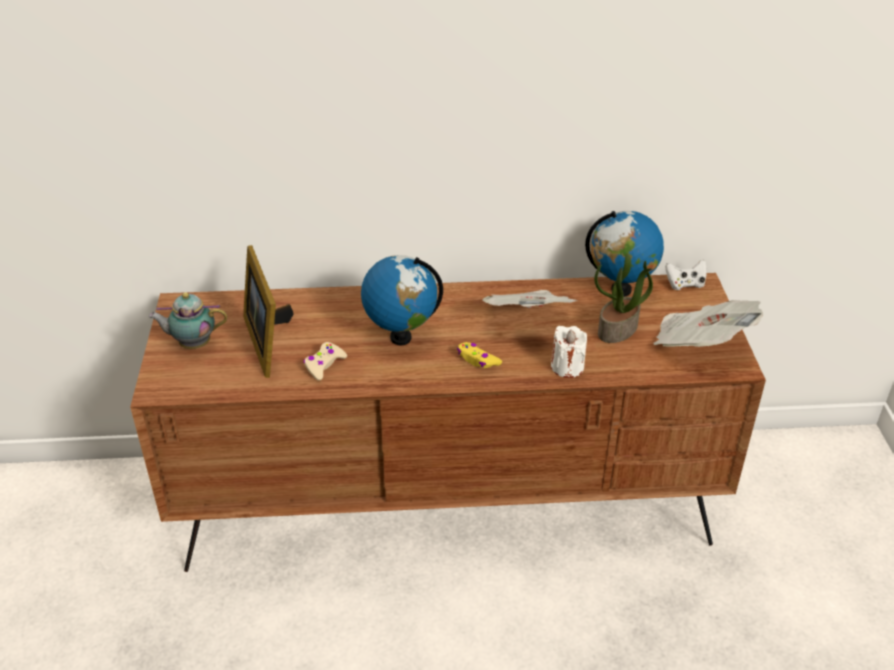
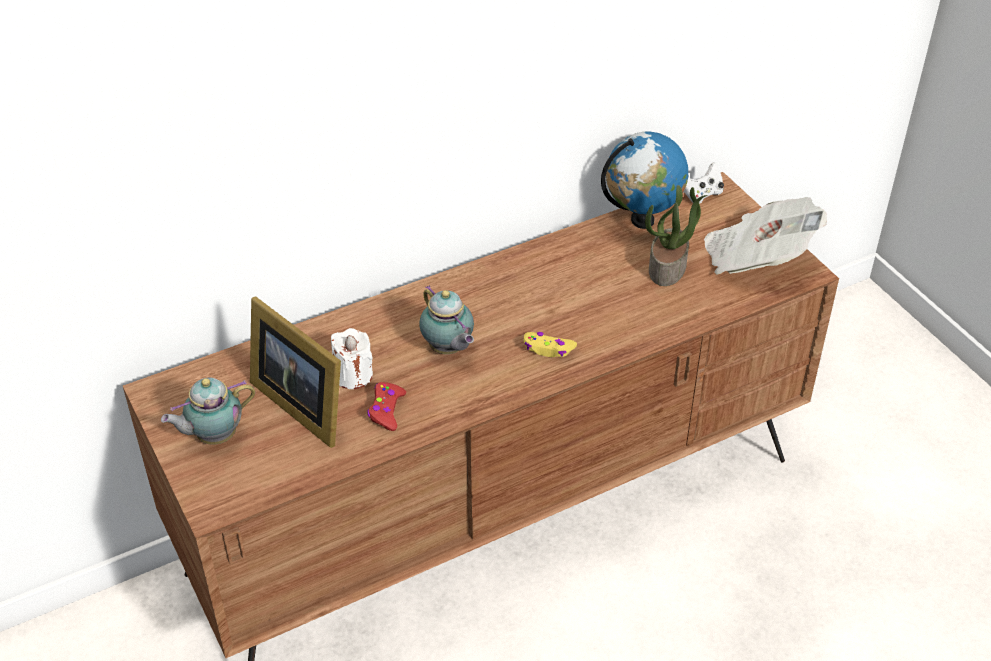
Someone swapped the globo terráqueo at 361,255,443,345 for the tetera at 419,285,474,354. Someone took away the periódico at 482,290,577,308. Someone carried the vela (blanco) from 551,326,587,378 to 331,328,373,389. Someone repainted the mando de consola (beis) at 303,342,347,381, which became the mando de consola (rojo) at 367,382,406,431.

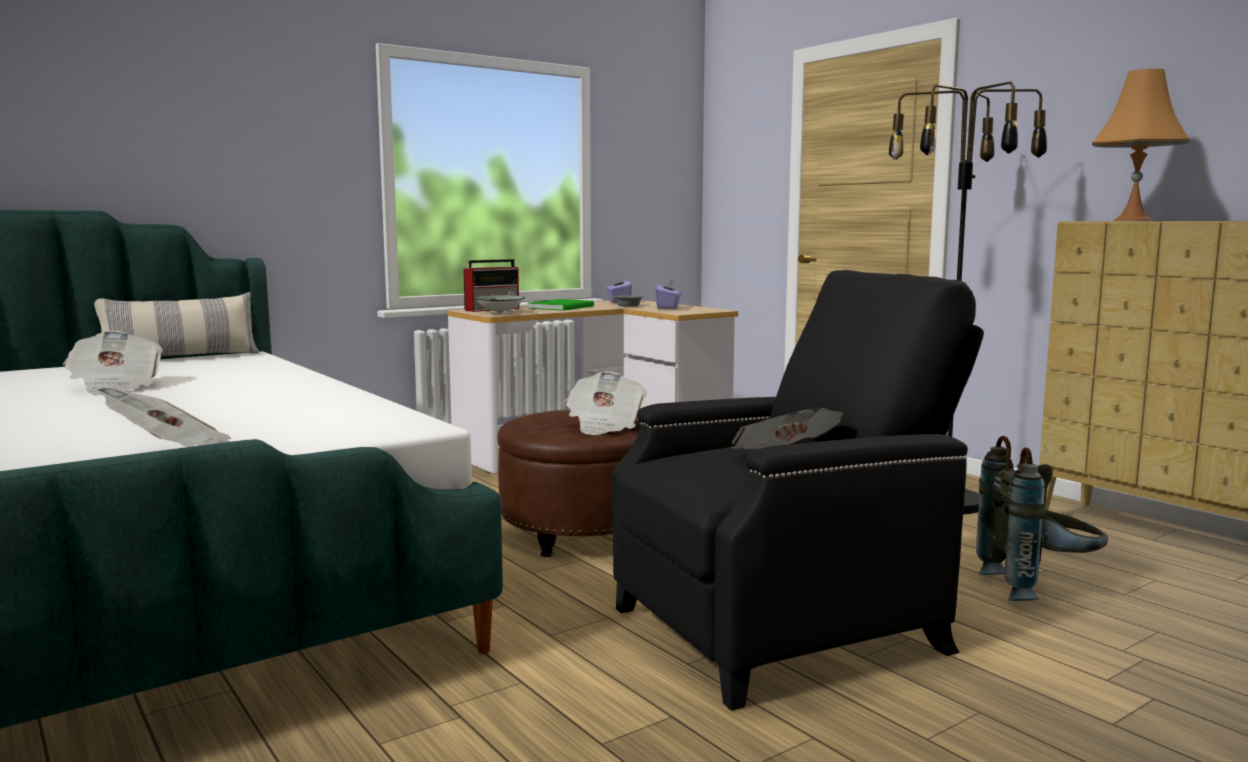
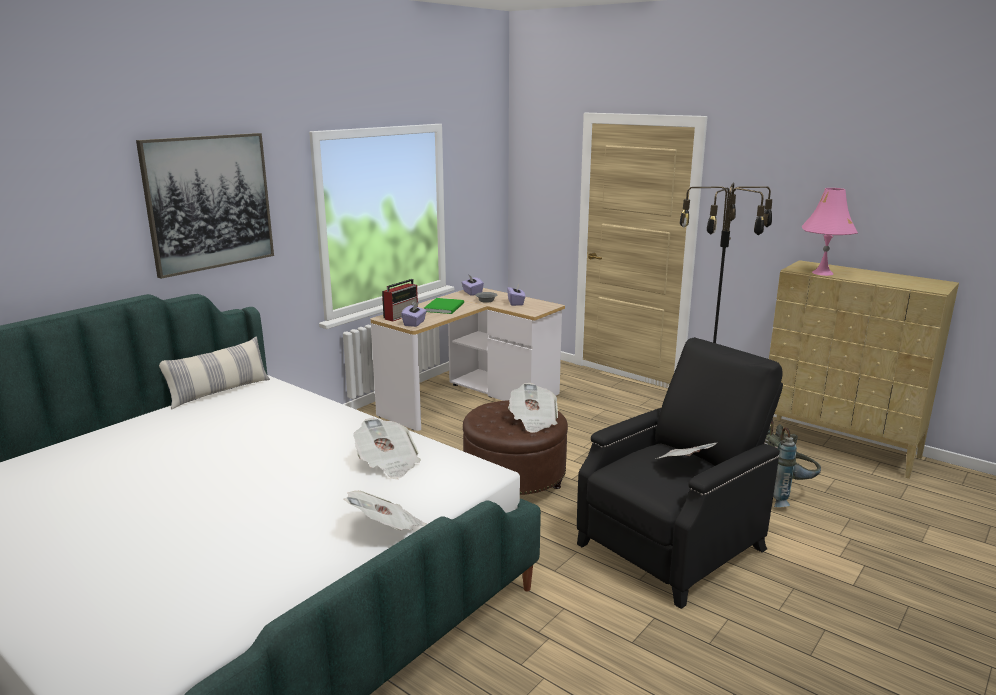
Someone repainted the lámpara de mesa (naranja) at 1092,69,1190,221, which became the lámpara de mesa (rosa) at 802,188,858,276. Someone swapped the cuenco at 474,295,525,314 for the caja de pañuelos (morado) at 401,302,427,327. Someone carried the periódico from 63,331,163,395 to 353,418,421,479. Someone put up the cuadro at 136,133,274,279.

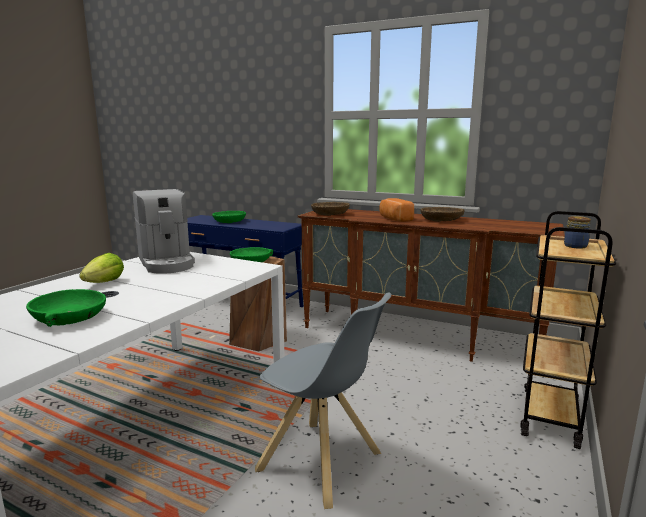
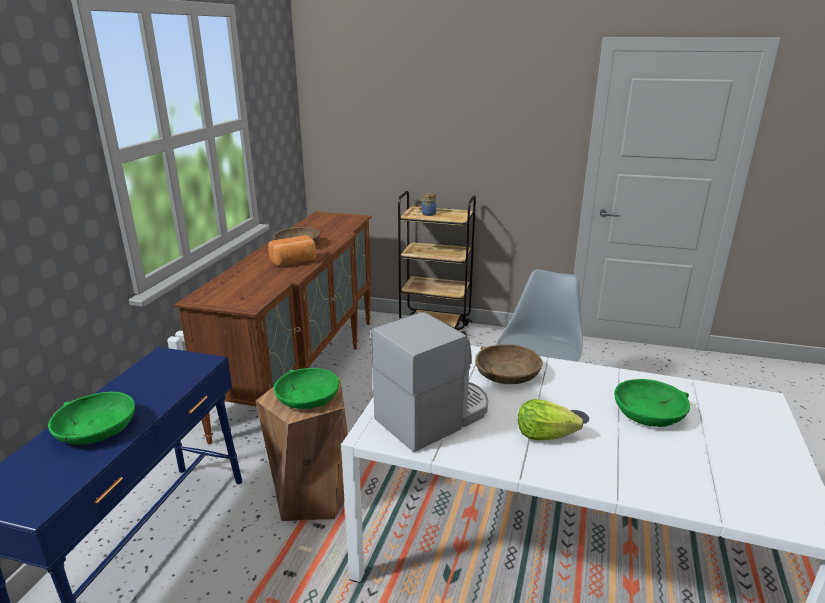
Someone carried the cuenco (marrón) from 311,202,350,216 to 475,344,543,384.

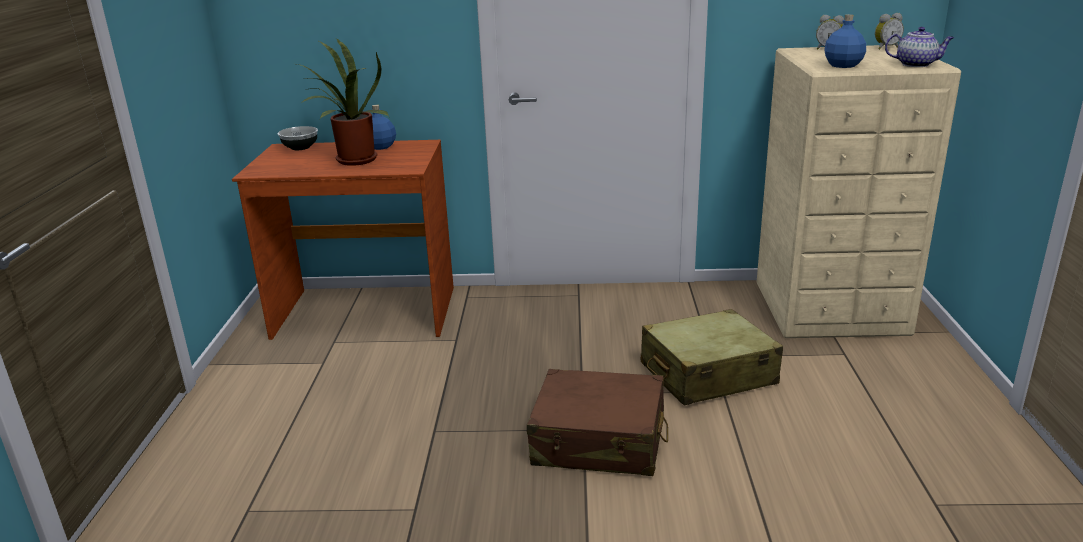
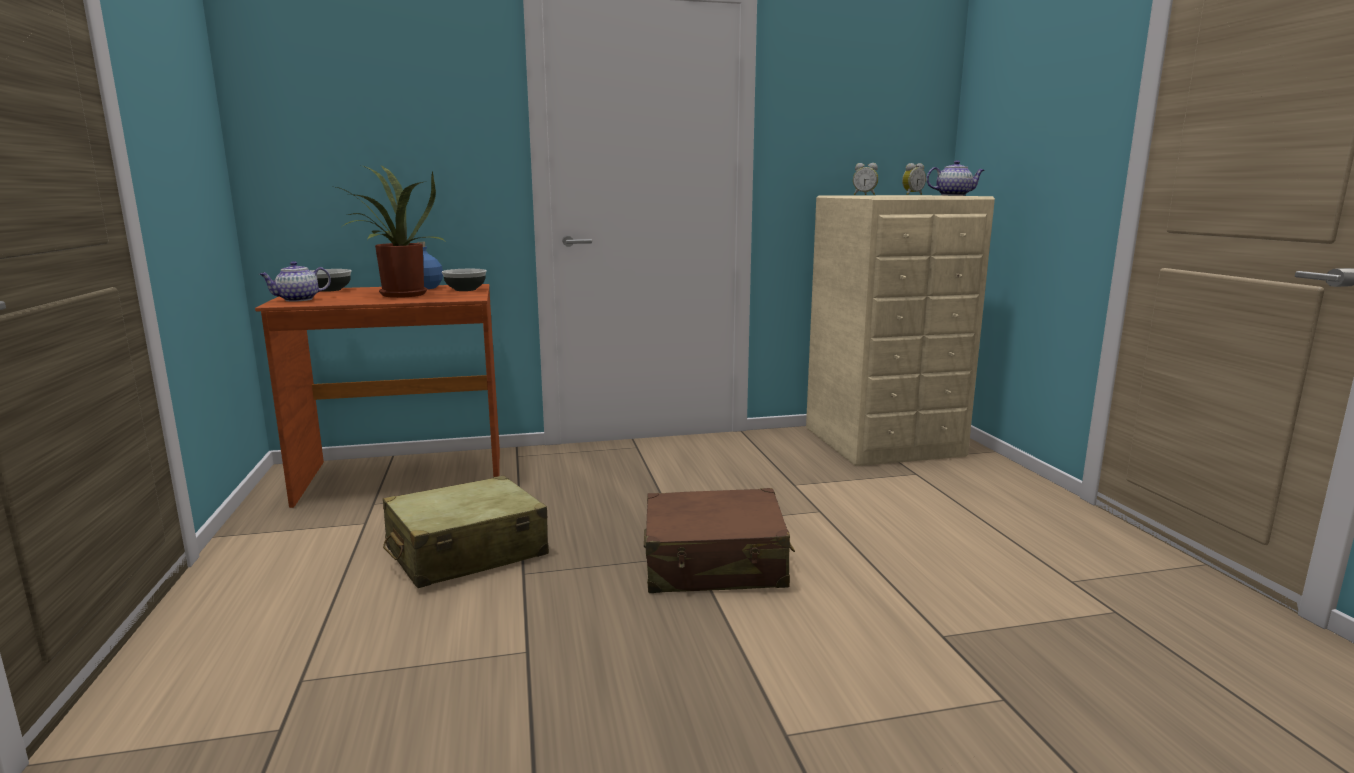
Someone took away the botella (azul) at 824,14,866,68. Someone carried the maleta (beis) from 641,309,783,406 to 383,475,549,588. Someone put down the tetera at 259,261,331,302. Someone put down the cuenco at 442,269,487,291.

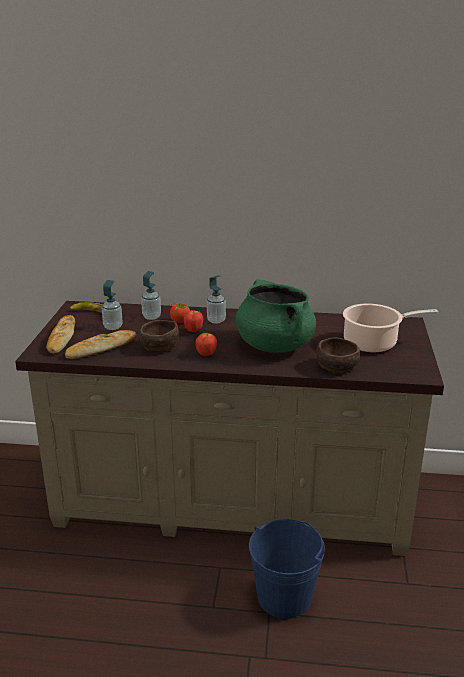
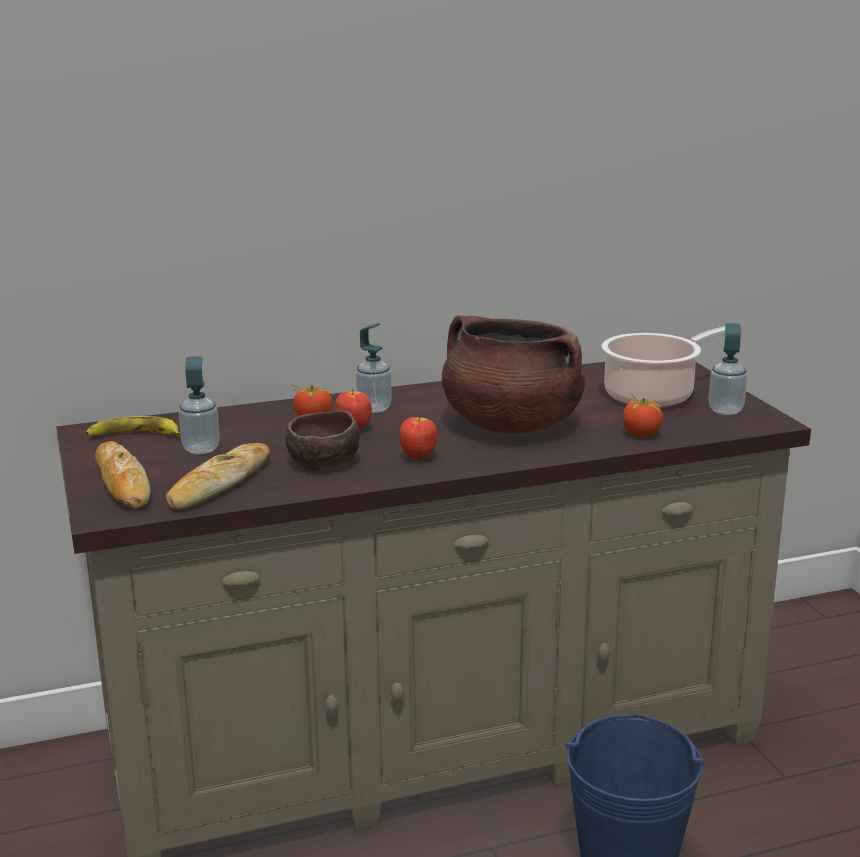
Someone carried the dispensador de jabón from 141,271,161,320 to 709,323,747,415. Someone repainted the olla (verde) at 235,279,316,353, which became the olla (marrón) at 442,315,585,434. Someone swapped the cuenco (marrón) at 317,337,360,374 for the tomate at 621,393,664,437.

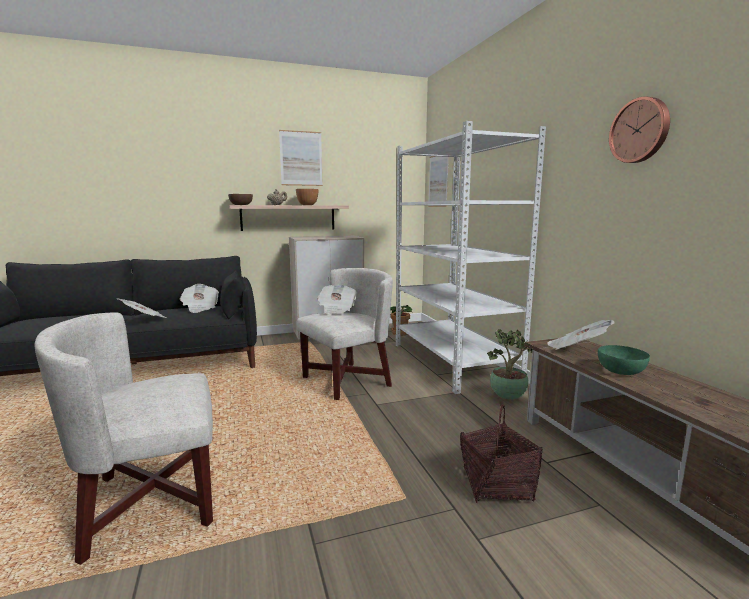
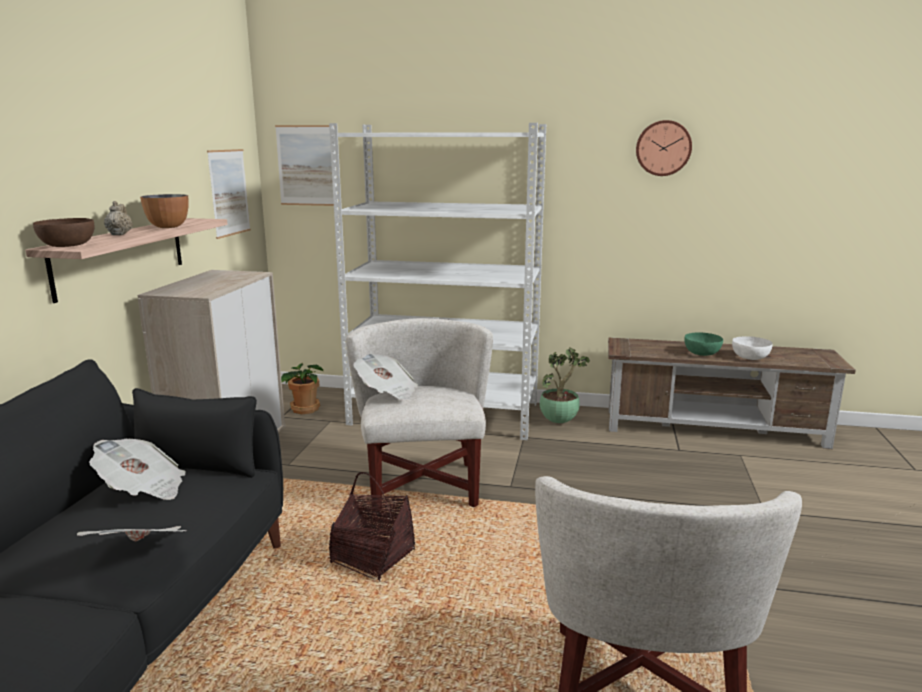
Someone carried the cuadro from 279,130,323,186 to 207,149,251,239. Someone took away the periódico at 547,320,615,350. Someone carried the cesta from 460,404,542,503 to 329,472,415,581. Someone put down the cuenco (blanco) at 732,336,773,360.

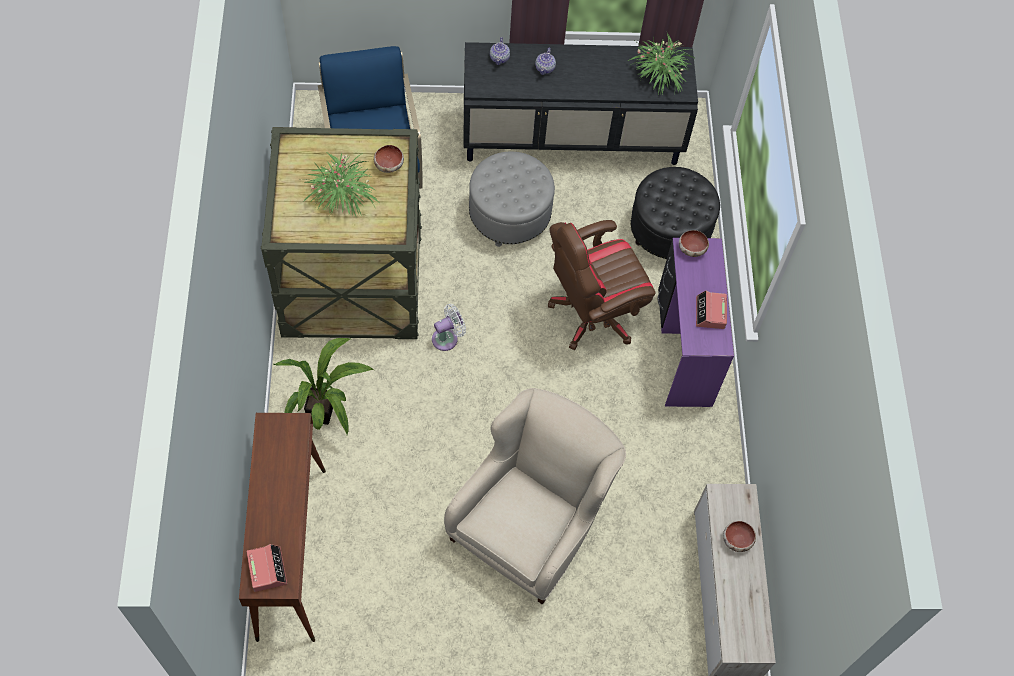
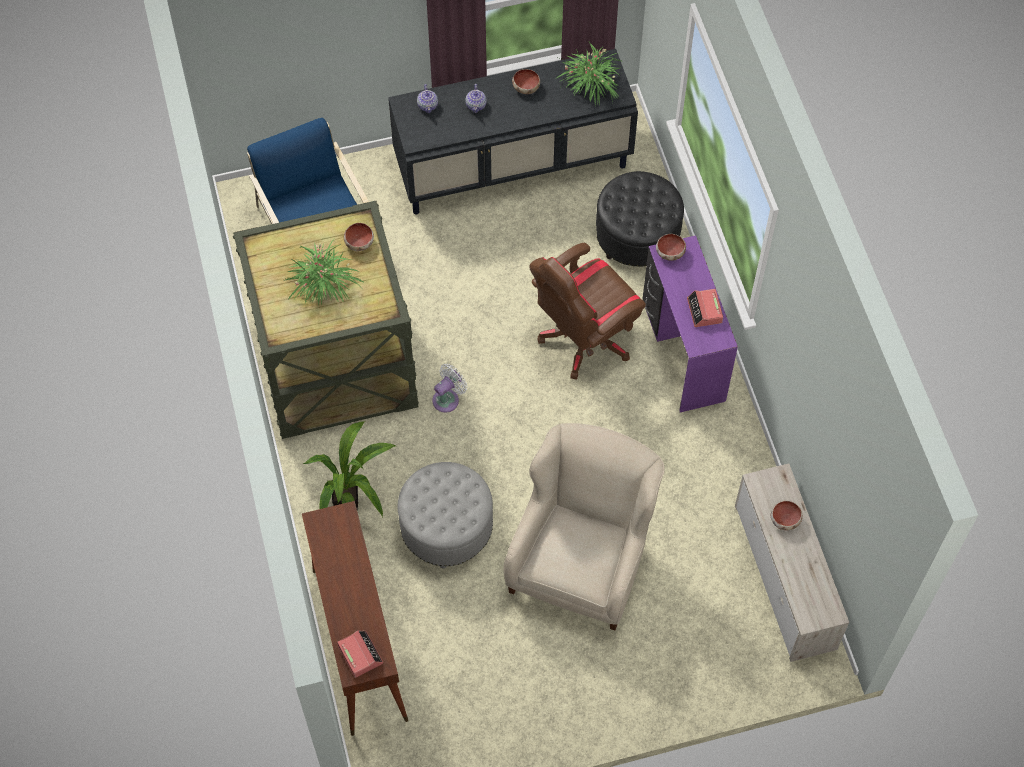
Someone carried the puf (gris) from 469,151,555,247 to 398,462,493,569. Someone put down the cuenco at 512,69,540,94.

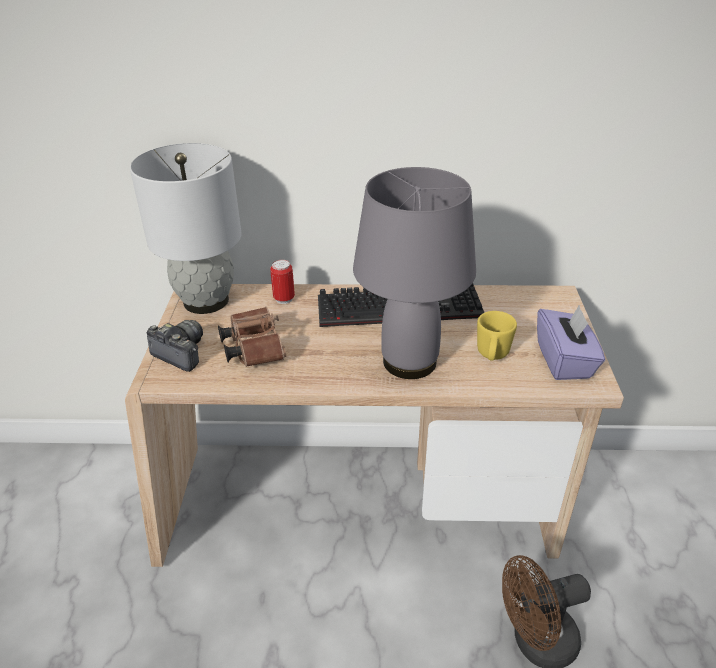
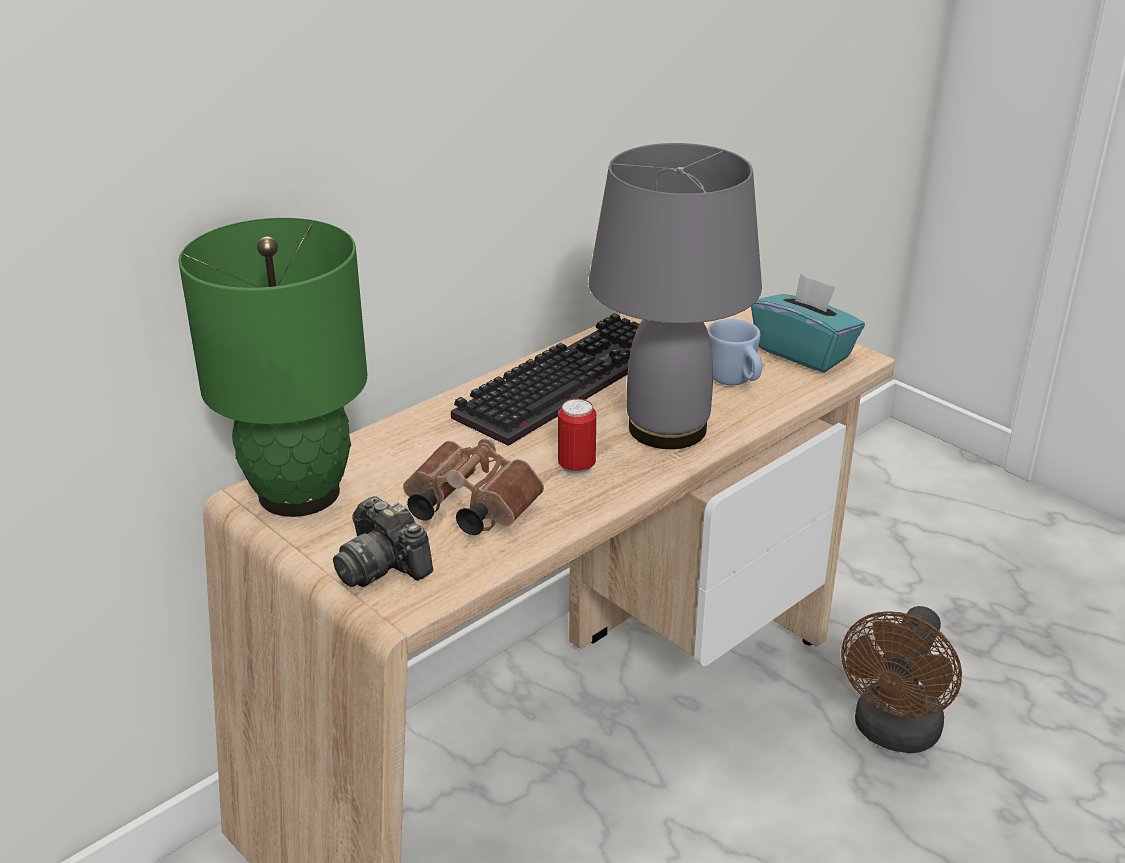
Someone repainted the lámpara de mesa (blanco) at 130,143,241,314, which became the lámpara de mesa (verde) at 179,218,367,517. Someone carried the lata from 270,260,295,304 to 558,399,596,476. Someone repainted the caja de pañuelos (morado) at 537,304,605,380, which became the caja de pañuelos (turquesa) at 751,274,865,373. Someone repainted the taza grande (amarillo) at 477,311,517,361, which became the taza grande (azul) at 707,319,762,385. Someone rotated the cámara at 147,320,203,372 by 120 degrees counterclockwise.

